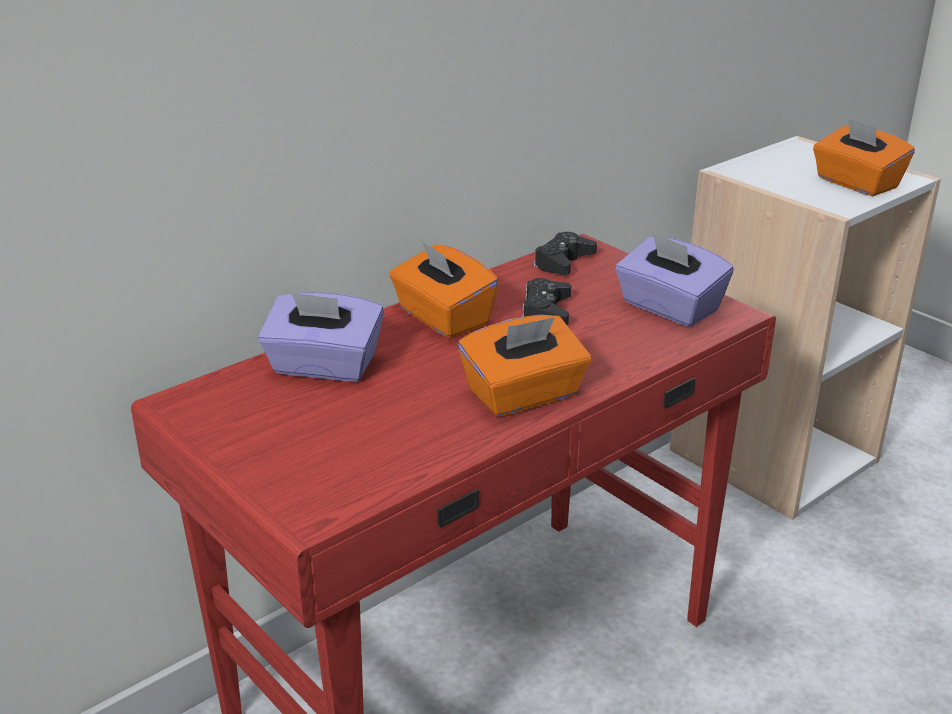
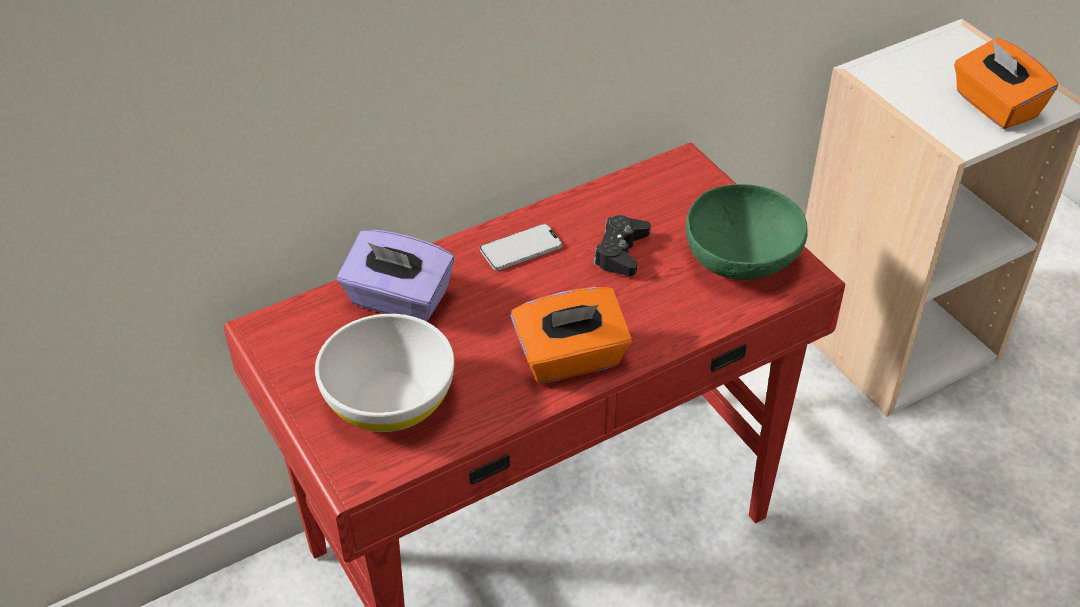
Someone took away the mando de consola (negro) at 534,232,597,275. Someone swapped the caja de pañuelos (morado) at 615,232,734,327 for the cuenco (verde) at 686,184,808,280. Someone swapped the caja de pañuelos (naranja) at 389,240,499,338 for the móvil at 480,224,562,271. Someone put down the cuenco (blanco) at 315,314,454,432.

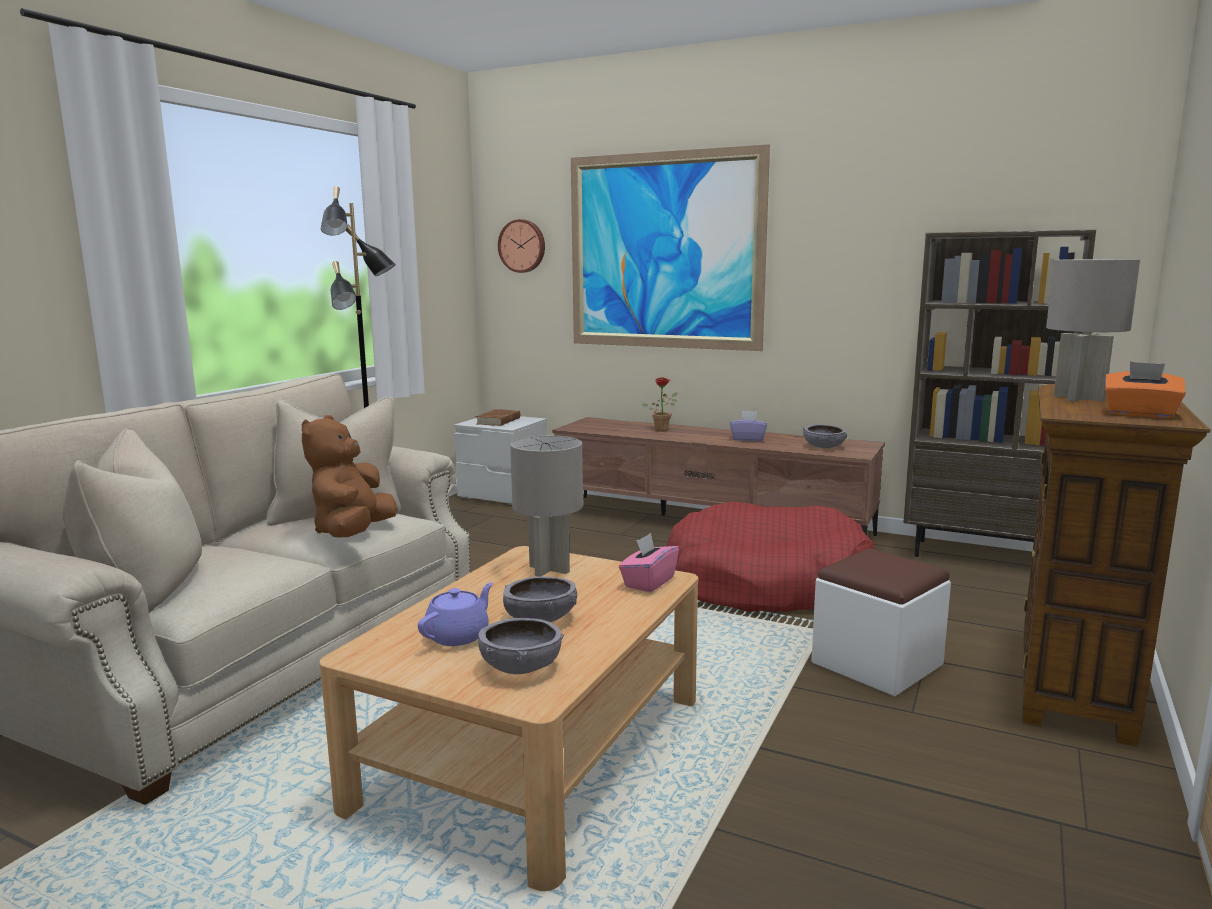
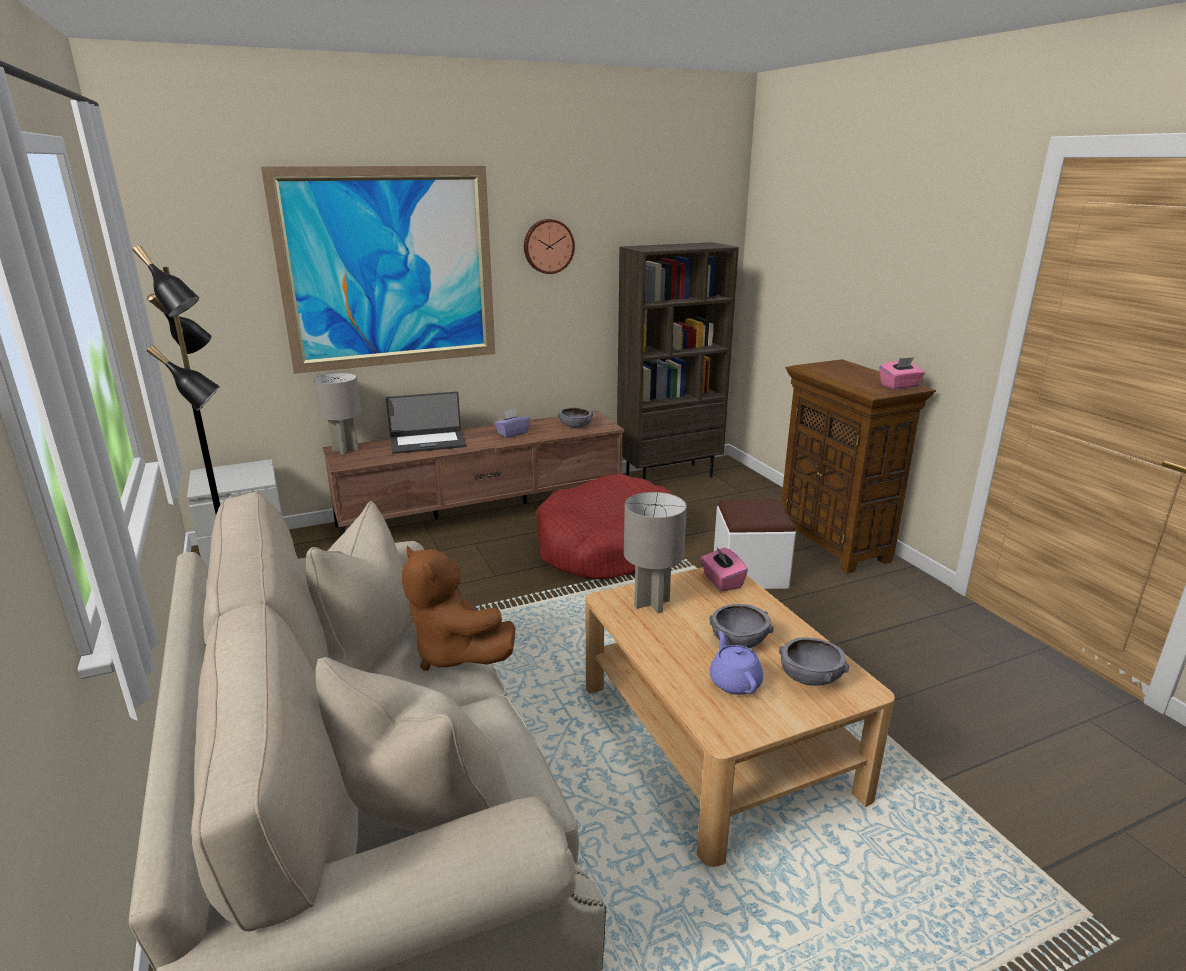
Someone carried the reloj de pared from 498,219,545,273 to 524,219,575,274. Someone carried the lámpara de mesa (gris) from 1046,259,1140,402 to 314,373,361,455. Someone repainted the caja de pañuelos (naranja) at 1105,361,1186,418, which became the caja de pañuelos (rosa) at 879,357,925,389. Someone swapped the planta en maceta at 642,377,678,432 for the portátil at 386,392,466,454. Someone took away the libro (marrón) at 475,409,520,426.

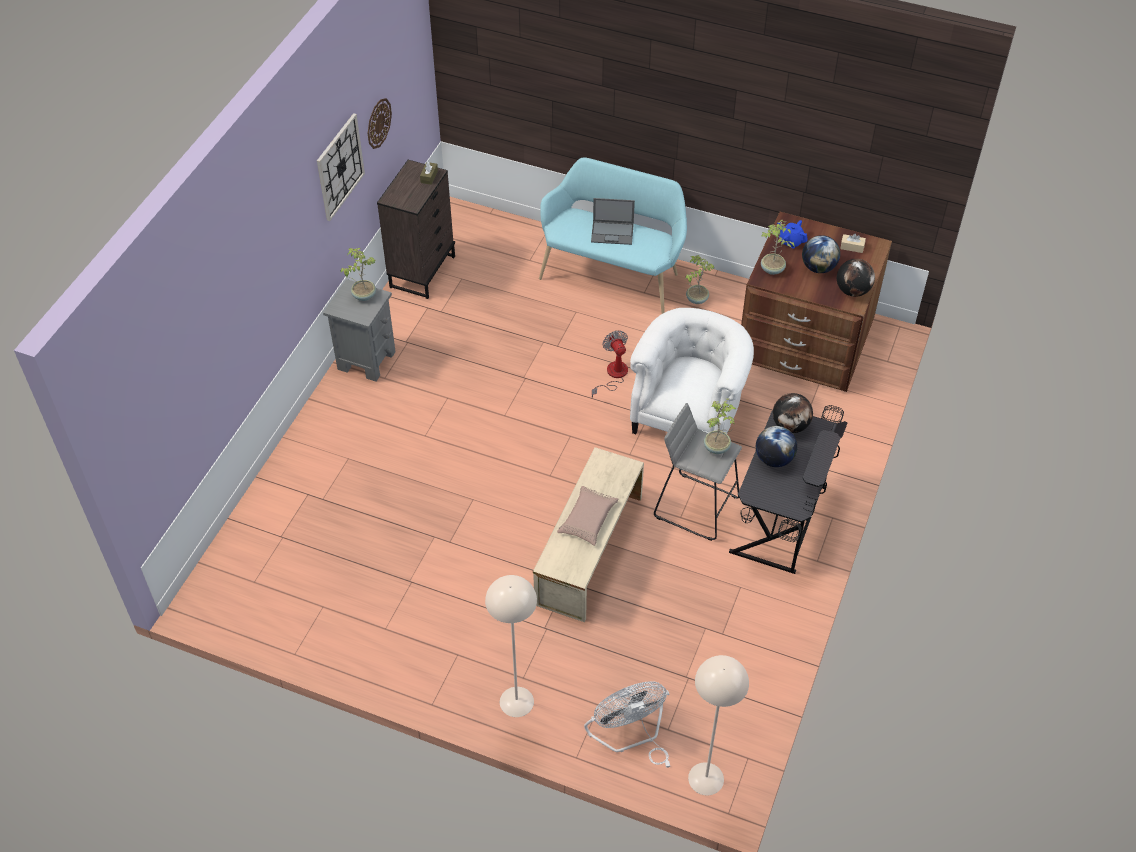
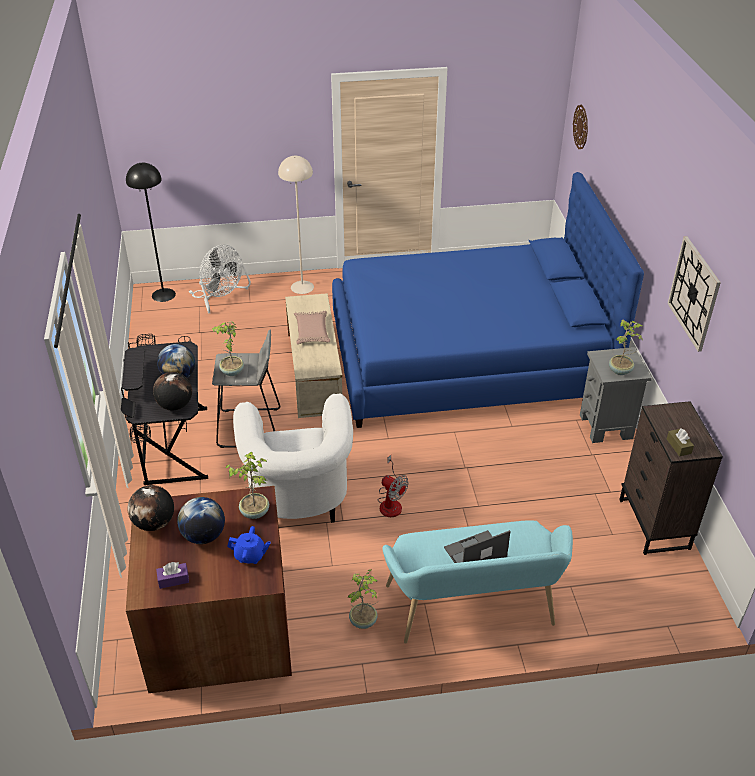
Someone carried the reloj de pared from 368,98,392,149 to 573,105,588,149. Someone repainted the caja de pañuelos (beis) at 840,234,866,253, which became the caja de pañuelos (morado) at 156,562,189,589. Someone repainted the lámpara de pie (beis) at 688,655,749,795, which became the lámpara de pie (negro) at 126,163,176,302. Someone put down the cama (azul) at 332,172,644,428.

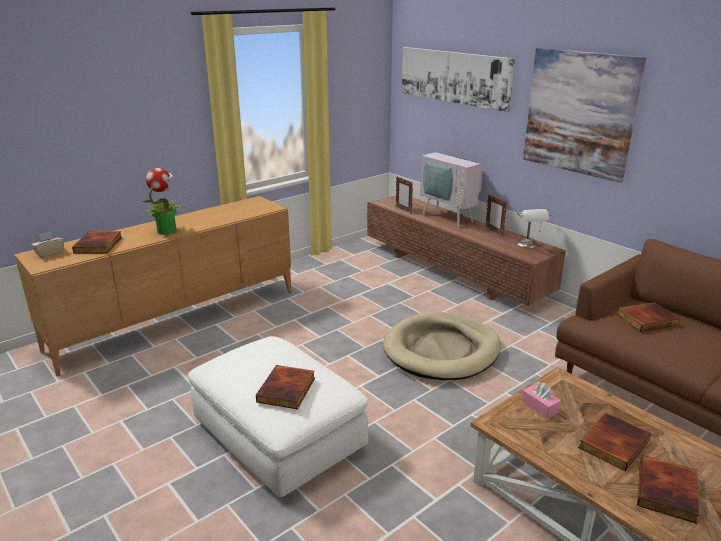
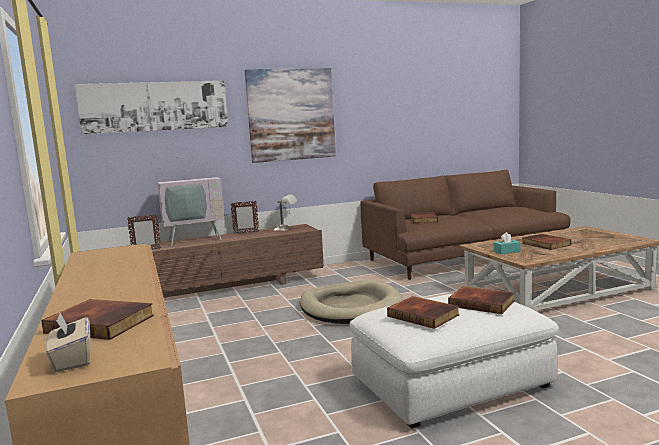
Someone took away the planta en maceta at 142,168,185,235. Someone repainted the caja de pañuelos (rosa) at 521,382,561,419, which became the caja de pañuelos (turquesa) at 494,232,521,254. Someone carried the libro from 637,455,699,524 to 387,296,460,329.

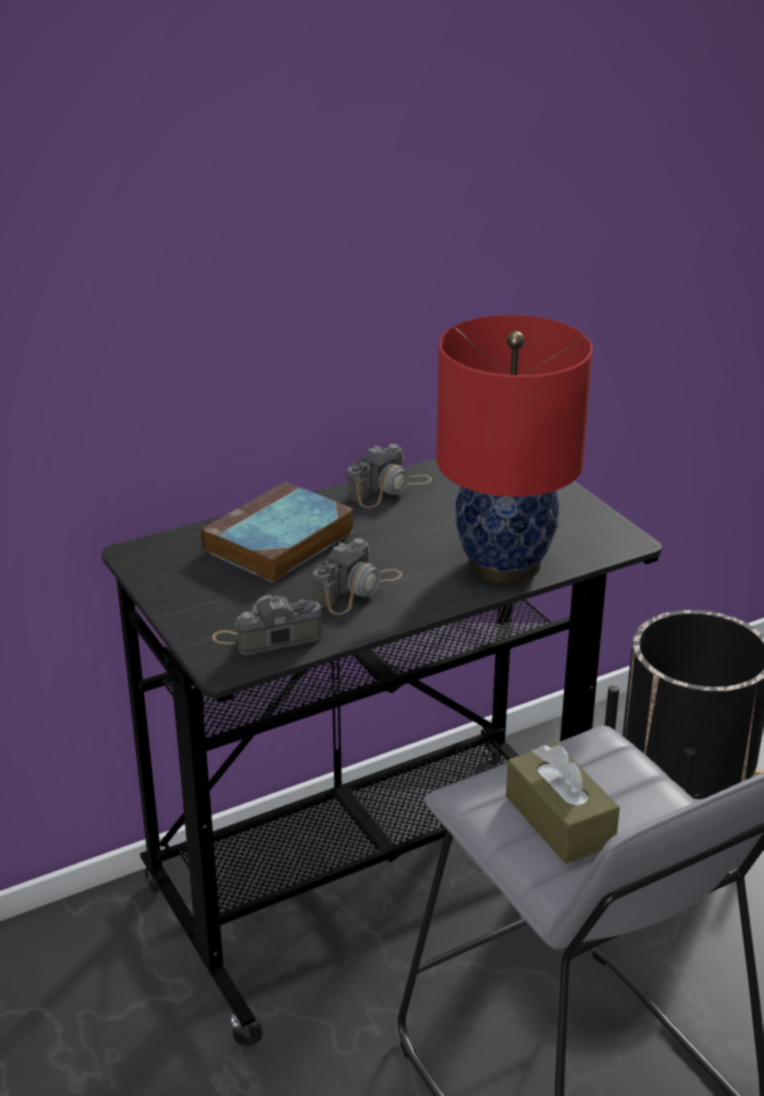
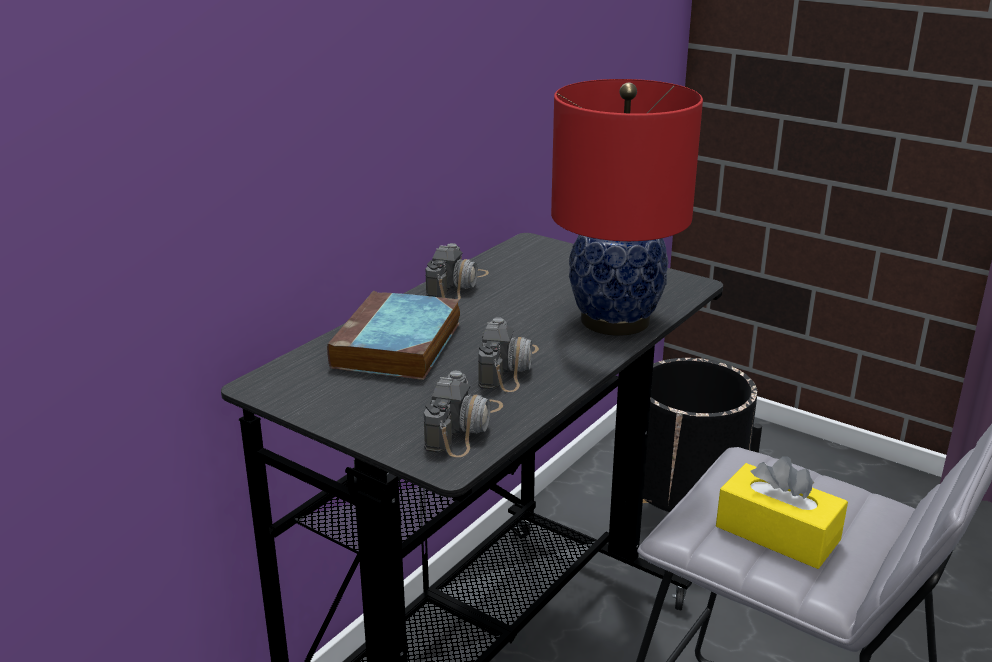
Someone rotated the cámara at 212,595,323,656 by 150 degrees clockwise. Someone repainted the caja de pañuelos (marrón) at 506,743,620,864, which became the caja de pañuelos (amarillo) at 716,456,848,569.

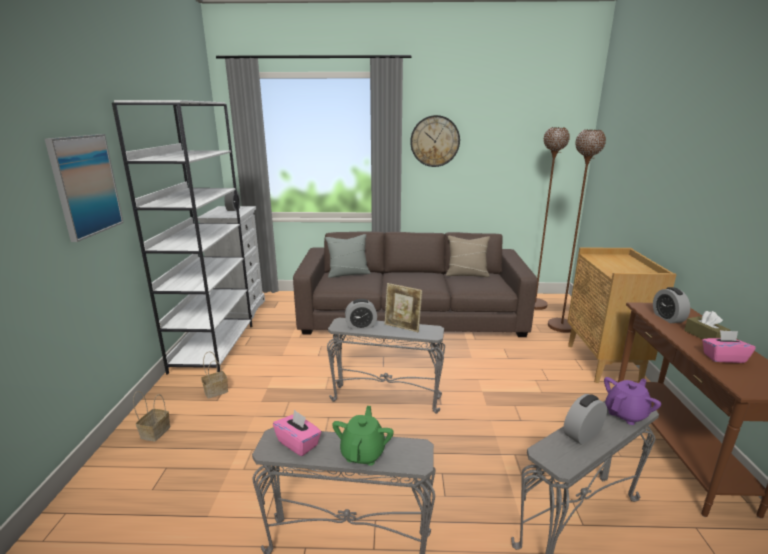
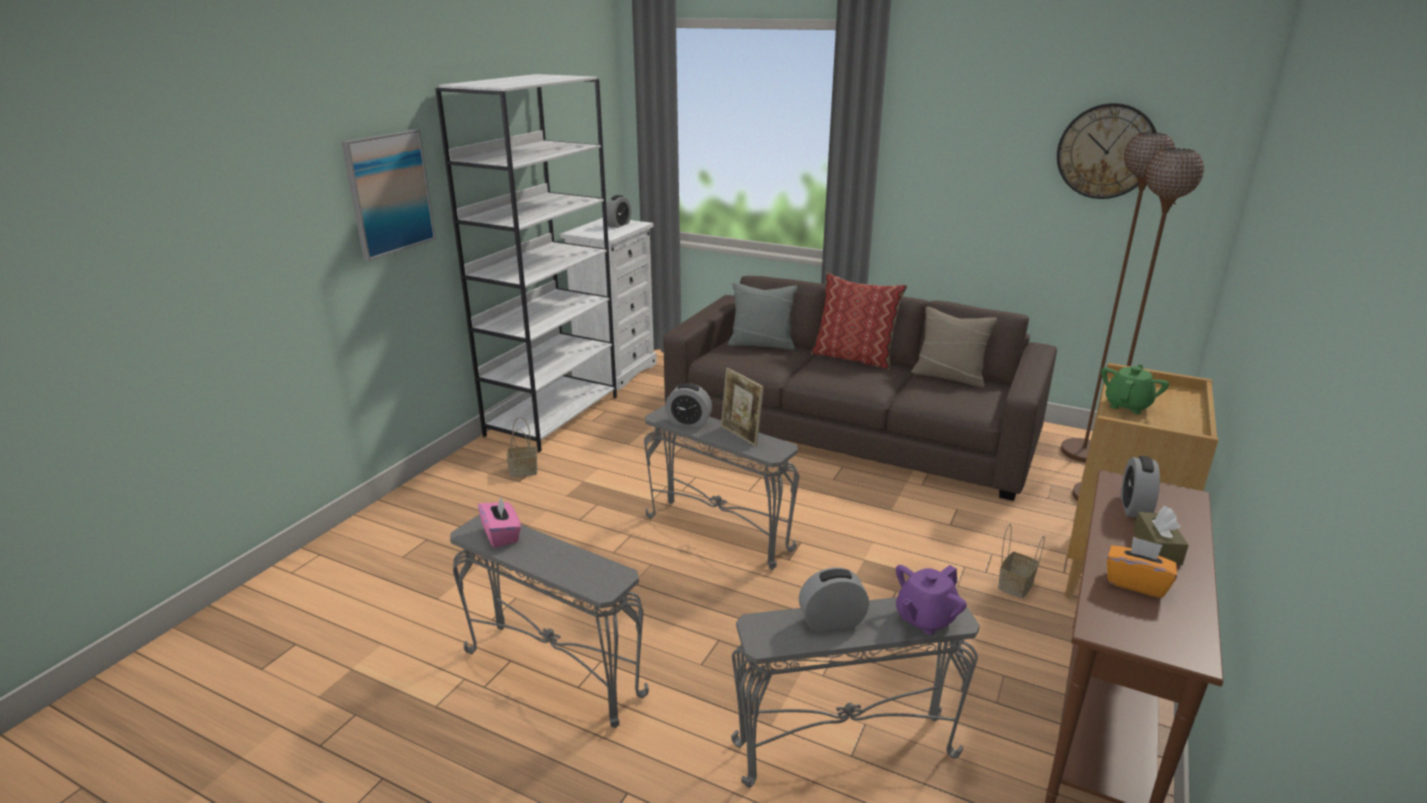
Someone carried the reloj de pared from 410,115,460,167 to 1057,103,1157,199. Someone repainted the caja de pañuelos (rosa) at 702,330,756,363, which became the caja de pañuelos (naranja) at 1107,536,1177,598. Someone rotated the tetera (morado) at 604,377,661,425 by 150 degrees clockwise. Someone carried the cesta from 133,391,170,441 to 998,524,1045,598. Someone carried the tetera (verde) from 332,406,394,466 to 1101,364,1169,414. Someone put down the cojín at 811,273,908,370.

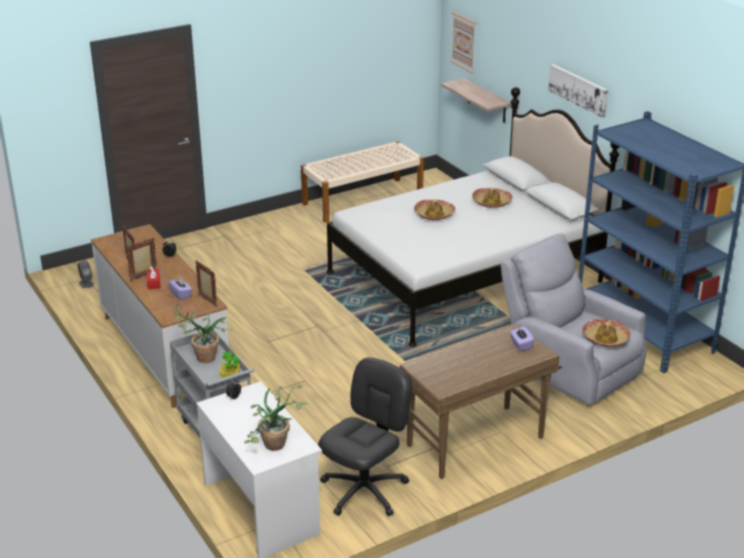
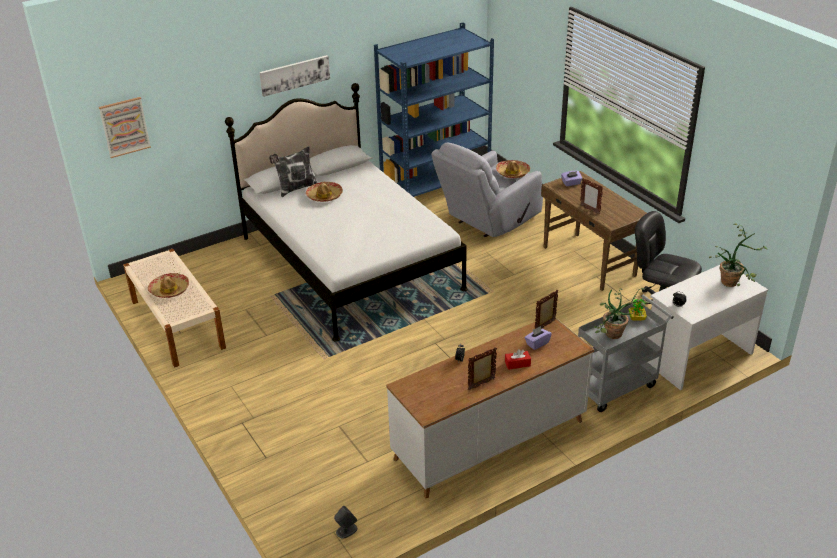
Someone took away the estante at 441,78,511,123. Someone carried the sombrero from 414,200,455,220 to 148,273,189,298. Someone carried the portarretratos from 126,238,157,281 to 580,178,603,215. Someone put down the cojín at 269,146,317,197.

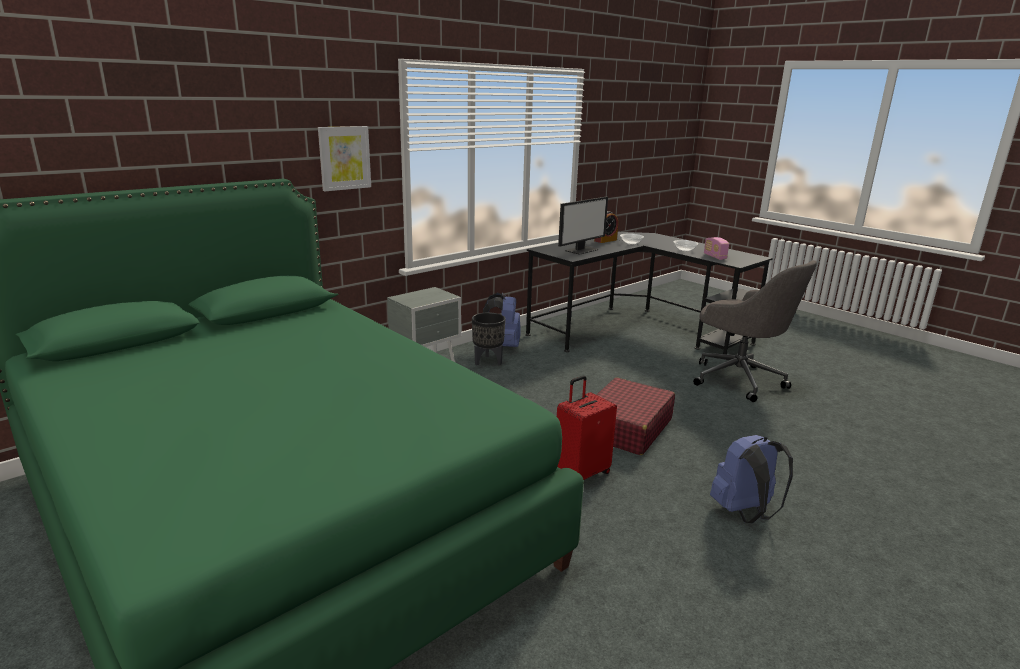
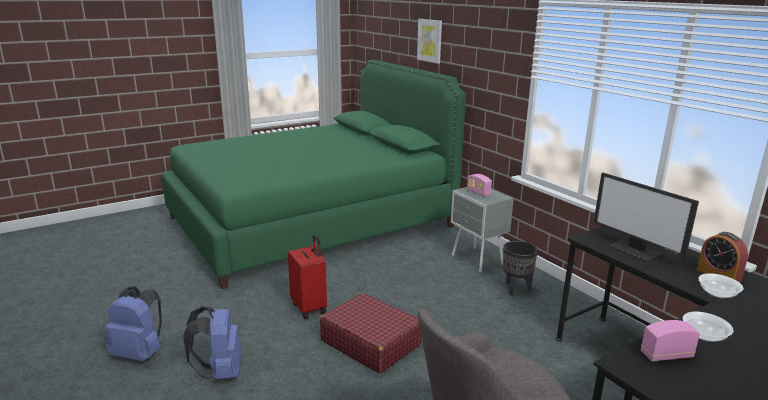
Someone carried the cuadro from 318,126,371,191 to 417,19,442,64. Someone carried the mochila (azul) from 483,292,521,347 to 105,286,162,362. Someone put down the radio at 467,174,492,197.

